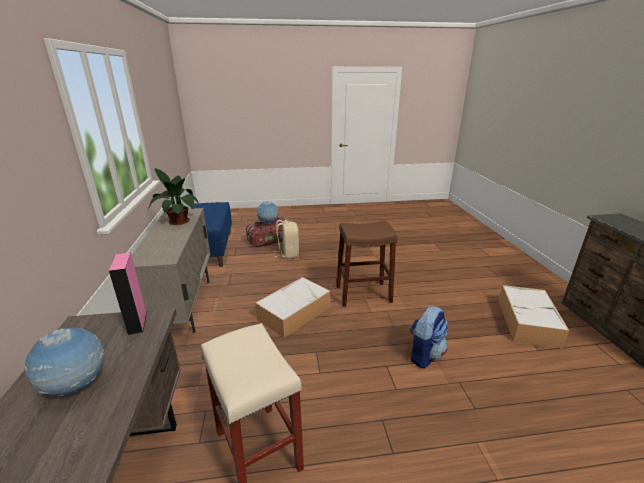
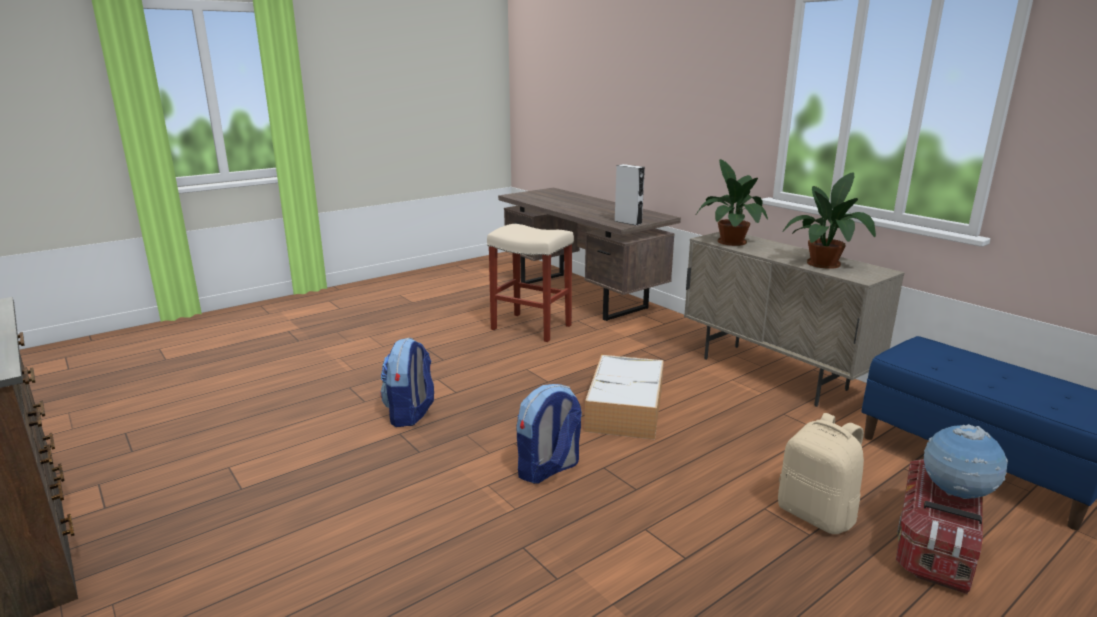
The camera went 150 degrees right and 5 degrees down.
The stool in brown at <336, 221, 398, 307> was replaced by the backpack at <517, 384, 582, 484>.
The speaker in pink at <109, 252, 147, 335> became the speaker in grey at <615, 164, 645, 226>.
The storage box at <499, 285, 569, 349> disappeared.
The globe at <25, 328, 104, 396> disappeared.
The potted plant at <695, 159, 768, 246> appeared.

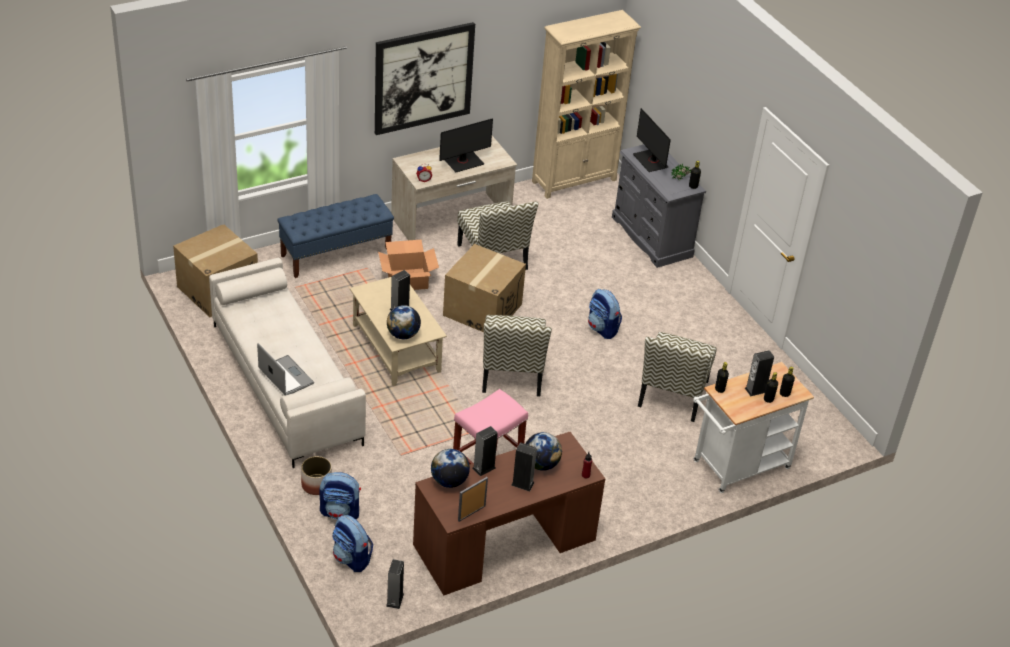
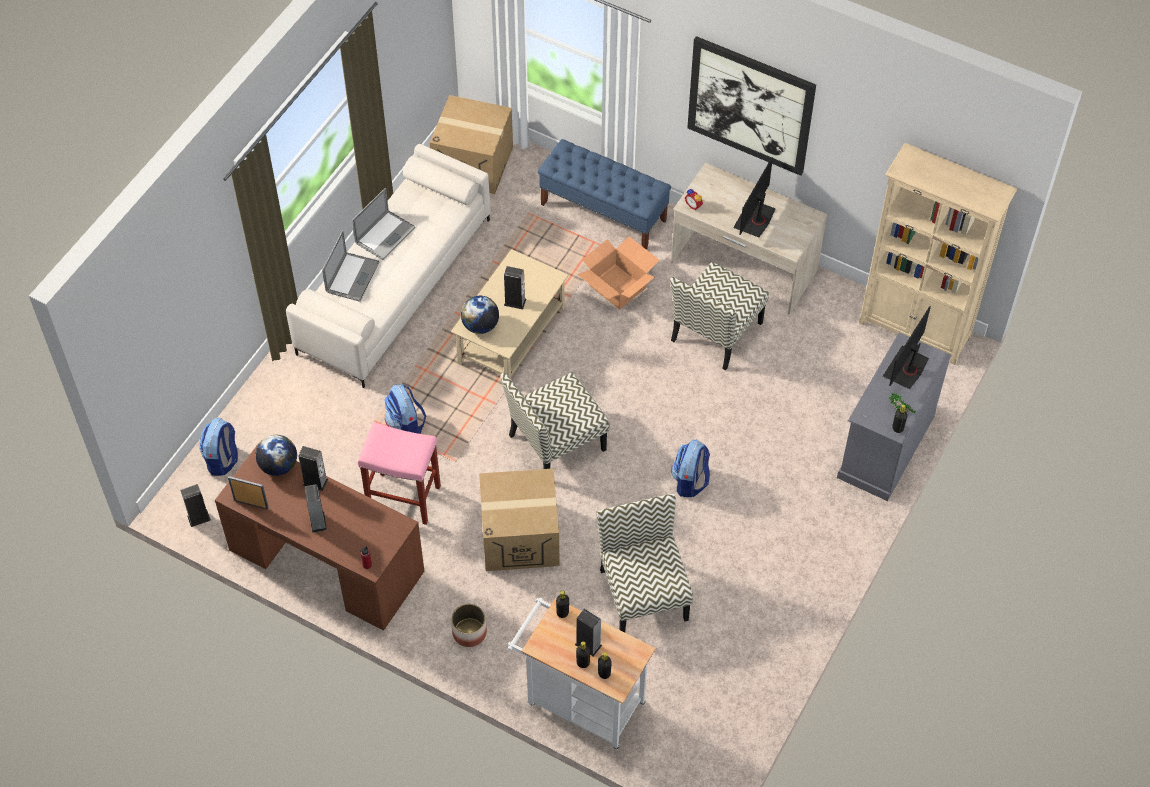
The camera went 60 degrees right and 15 degrees up.
The monitor at <439, 118, 493, 172> turned 90 degrees clockwise.
The cardboard box moved from <443, 244, 526, 332> to <479, 468, 560, 571>.
The chair at <638, 332, 717, 422> turned 90 degrees clockwise.
The globe at <526, 432, 562, 471> disappeared.
The planter moved from <301, 456, 332, 495> to <451, 604, 487, 647>.
The backpack moved from <319, 472, 361, 519> to <384, 384, 426, 434>.
The laptop at <352, 188, 416, 260> appeared.

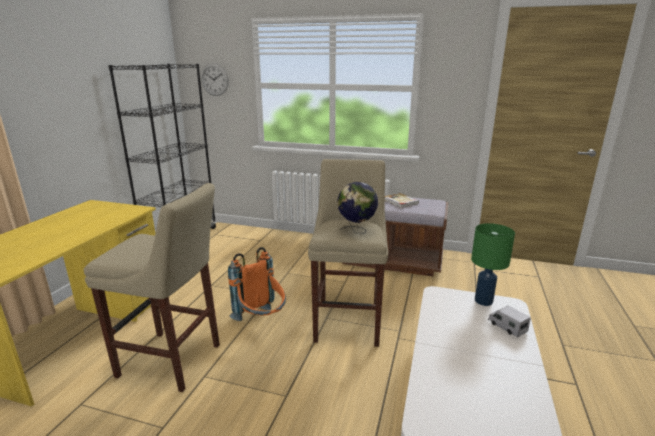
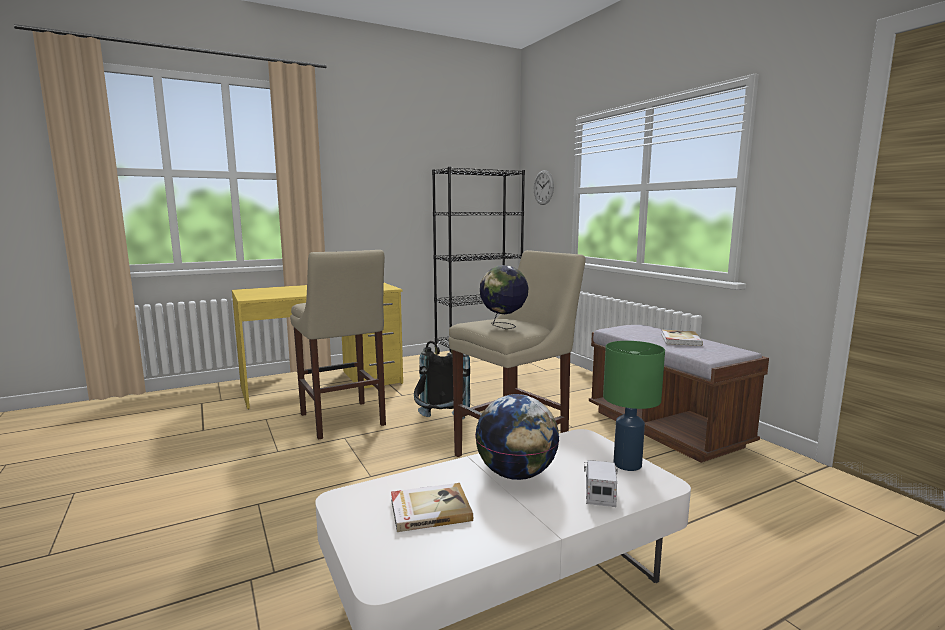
The camera went 45 degrees right and 10 degrees down.
The backpack in orange at <228, 247, 286, 321> became the backpack in black at <414, 341, 470, 419>.
The globe at <475, 394, 559, 480> appeared.
The book at <391, 483, 473, 532> appeared.

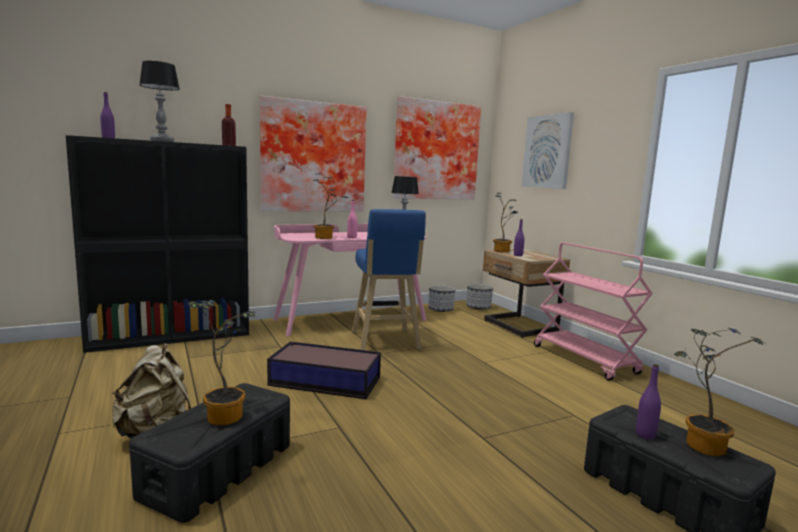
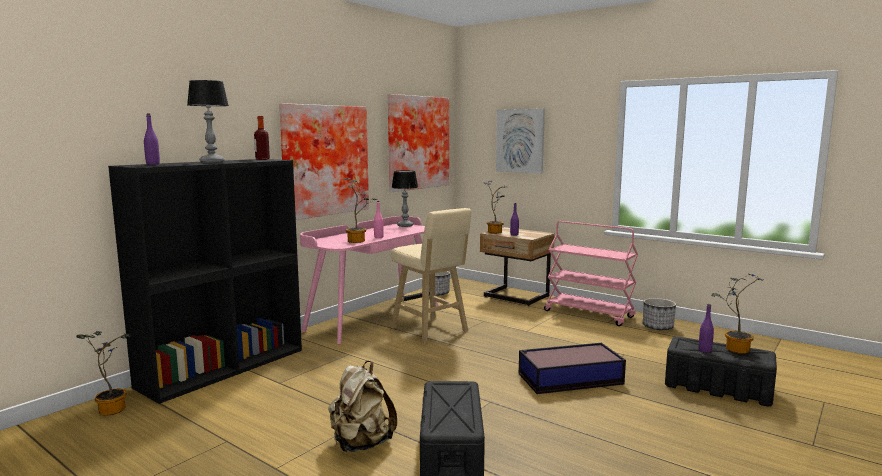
The camera went 25 degrees left and 0 degrees up.
The stool in blue at <352, 209, 426, 350> became the stool in beige at <391, 208, 471, 343>.
The planter moved from <466, 284, 493, 310> to <643, 298, 676, 330>.
The potted plant moved from <188, 299, 256, 426> to <76, 331, 130, 415>.
The storage box moved from <267, 341, 381, 399> to <519, 343, 626, 394>.

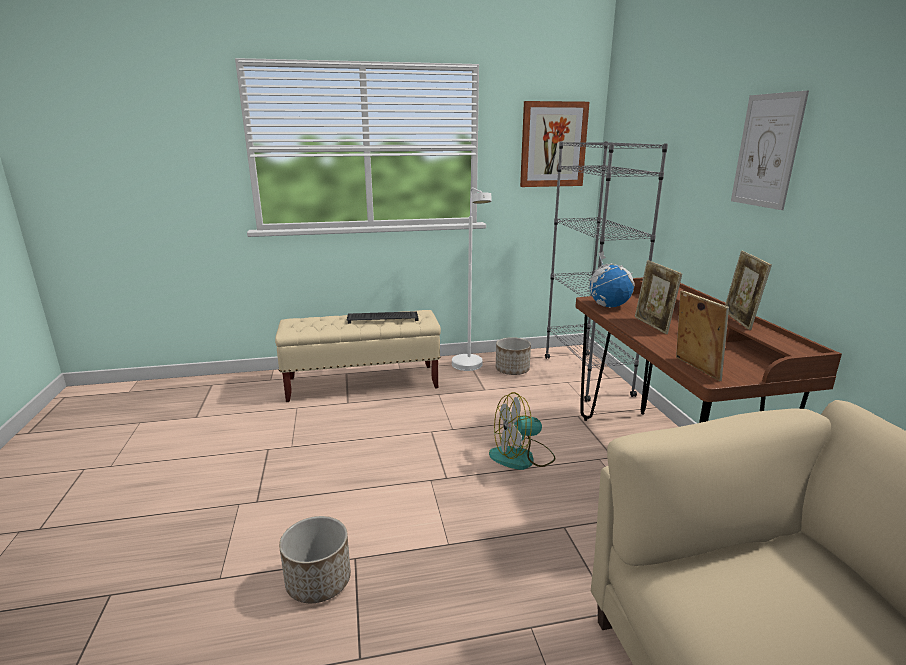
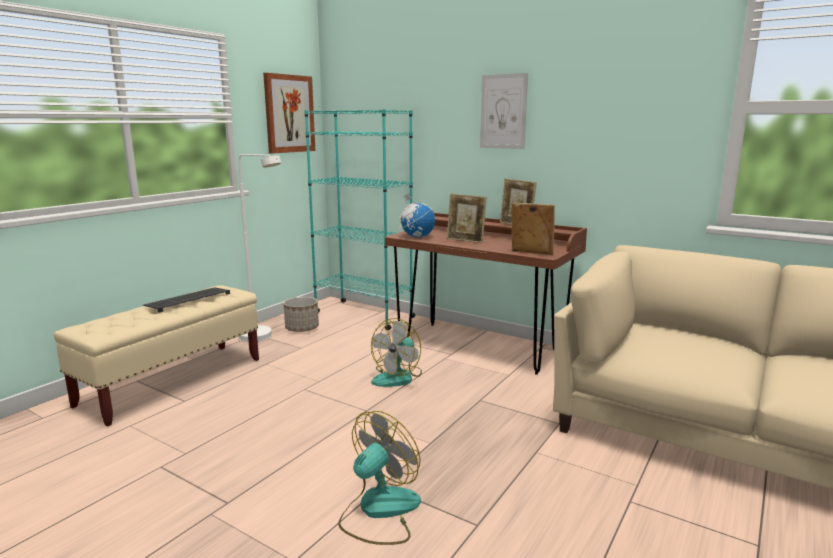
The camera went 45 degrees left and 5 degrees down.
The bookcase in grey at <545, 141, 668, 402> became the bookcase in turquoise at <304, 109, 415, 330>.
The planter at <279, 516, 351, 603> was replaced by the fan at <338, 411, 421, 545>.

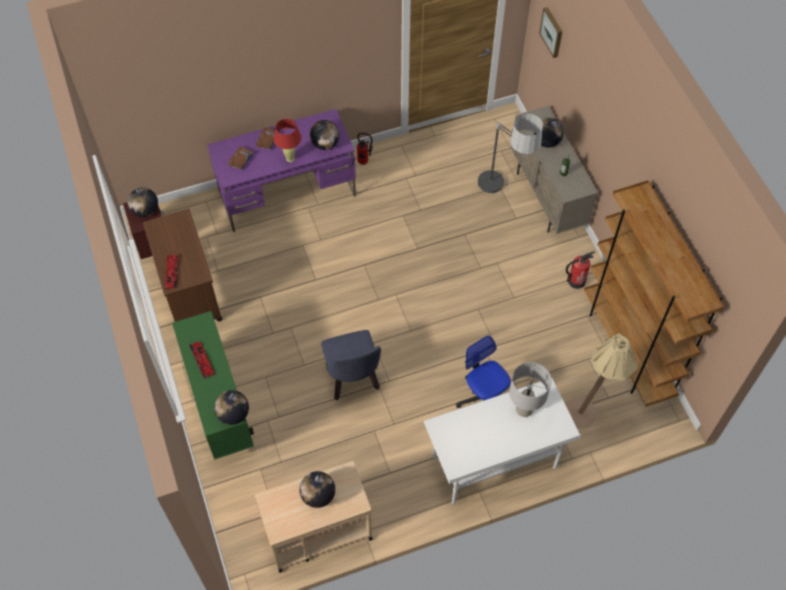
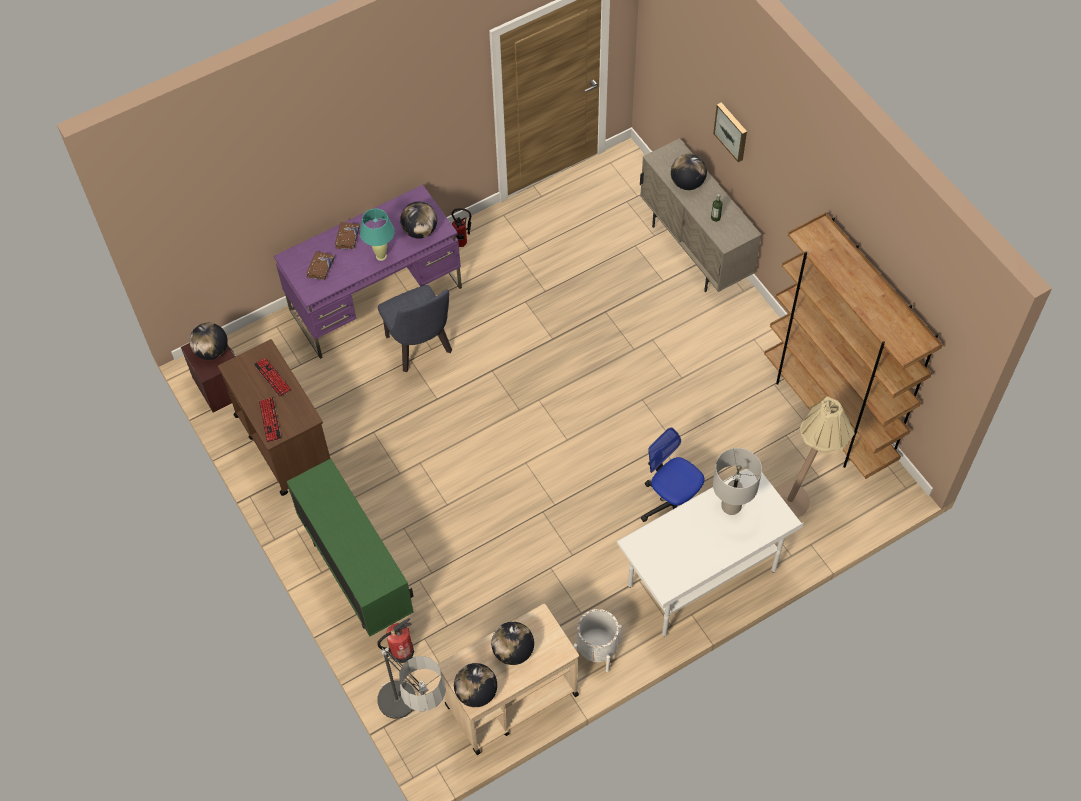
The camera went 10 degrees left and 0 degrees up.
The picture moved from <539, 7, 562, 58> to <713, 102, 747, 162>.
The floor lamp moved from <478, 113, 543, 194> to <377, 647, 446, 719>.
The table lamp in red at <273, 119, 302, 162> became the table lamp in turquoise at <360, 209, 395, 261>.
The fire extinguisher moved from <566, 251, 595, 289> to <377, 618, 414, 663>.
The chair in blue moved from <321, 330, 381, 400> to <378, 285, 452, 372>.
The keyboard moved from <189, 341, 215, 379> to <254, 358, 292, 397>.
The globe moved from <214, 390, 249, 425> to <454, 663, 497, 707>.
The planter in white at <574, 609, 622, 672> appeared.

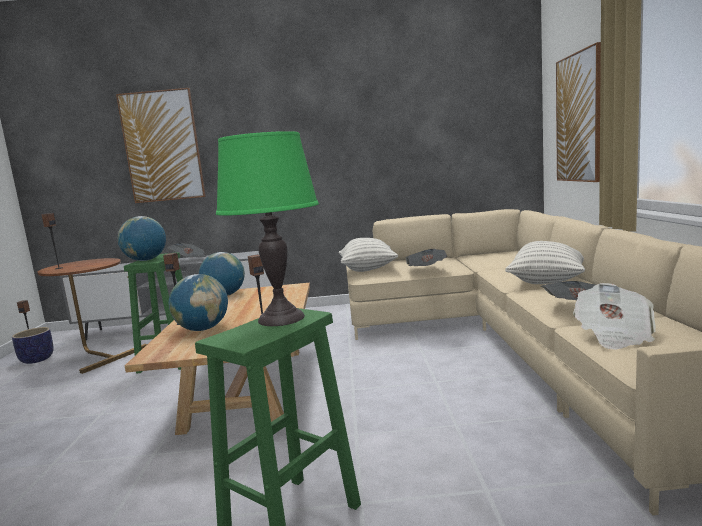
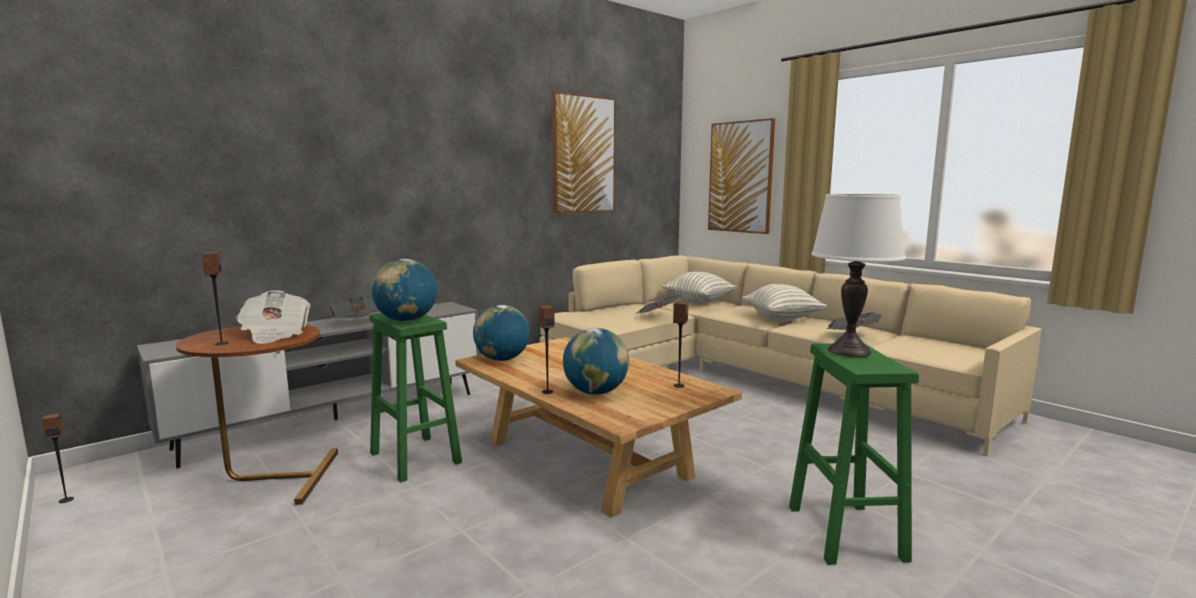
The camera went 40 degrees left and 0 degrees up.
The picture moved from <116, 88, 206, 203> to <552, 91, 615, 214>.
The table lamp in green at <216, 131, 319, 326> became the table lamp in white at <811, 194, 906, 357>.
The pillow moved from <339, 238, 398, 272> to <662, 272, 738, 304>.
The newspaper moved from <573, 283, 656, 349> to <236, 290, 311, 344>.
The planter at <12, 327, 54, 364> disappeared.

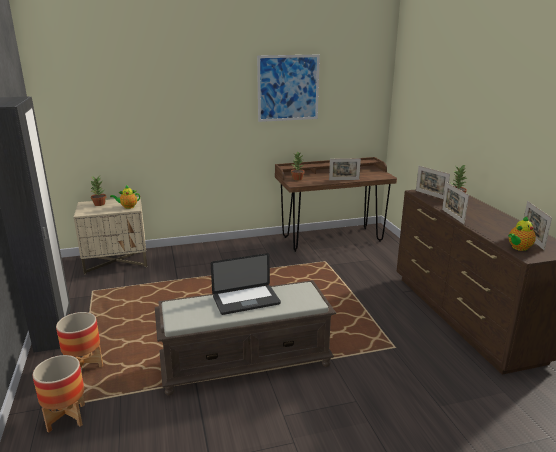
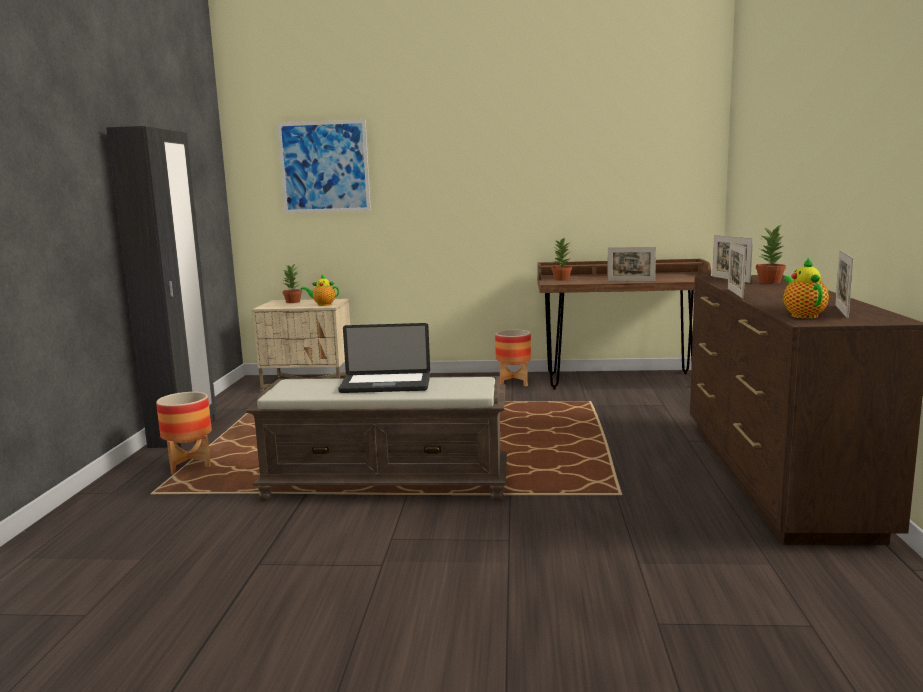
The camera went 20 degrees right and 10 degrees down.
The picture moved from <257, 55, 320, 122> to <277, 119, 371, 213>.
The teapot at <508, 216, 536, 251> turned 105 degrees clockwise.
The planter moved from <33, 355, 85, 433> to <495, 329, 531, 386>.

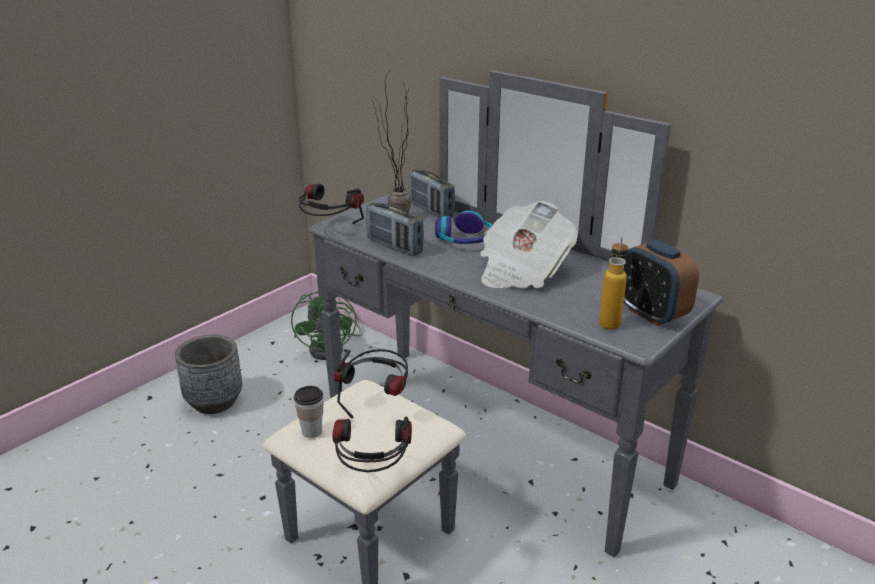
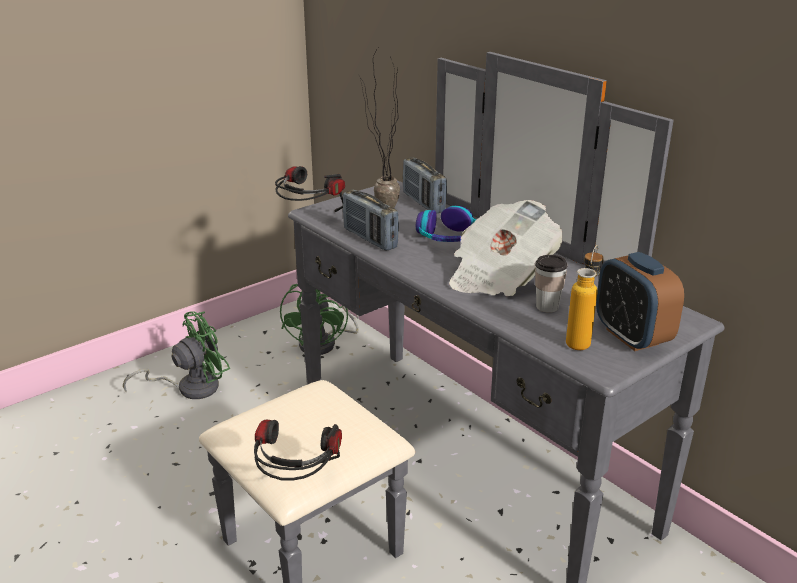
The camera went 10 degrees right and 0 degrees up.
The planter in grey at <175, 335, 242, 414> was replaced by the fan in green at <123, 311, 230, 399>.
The headphones at <334, 349, 408, 418> disappeared.
The cup moved from <294, 386, 323, 438> to <535, 255, 568, 313>.

